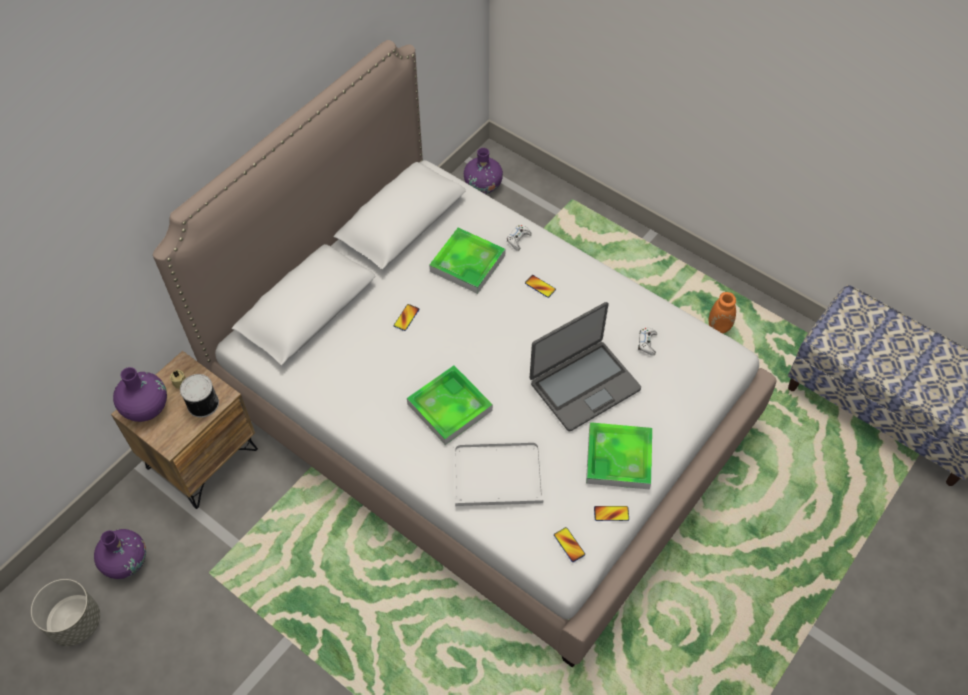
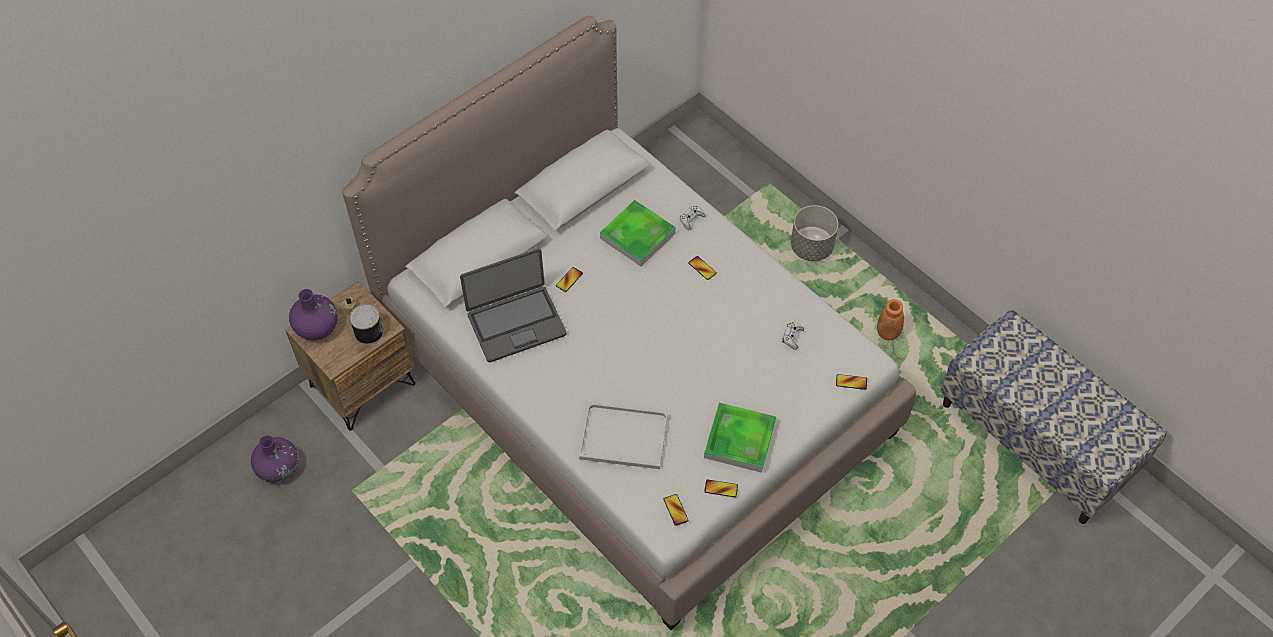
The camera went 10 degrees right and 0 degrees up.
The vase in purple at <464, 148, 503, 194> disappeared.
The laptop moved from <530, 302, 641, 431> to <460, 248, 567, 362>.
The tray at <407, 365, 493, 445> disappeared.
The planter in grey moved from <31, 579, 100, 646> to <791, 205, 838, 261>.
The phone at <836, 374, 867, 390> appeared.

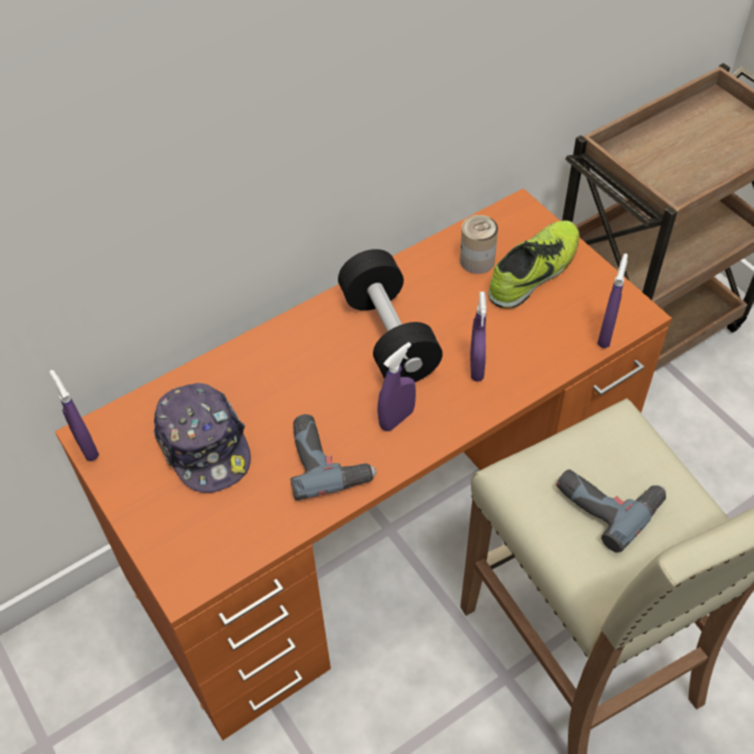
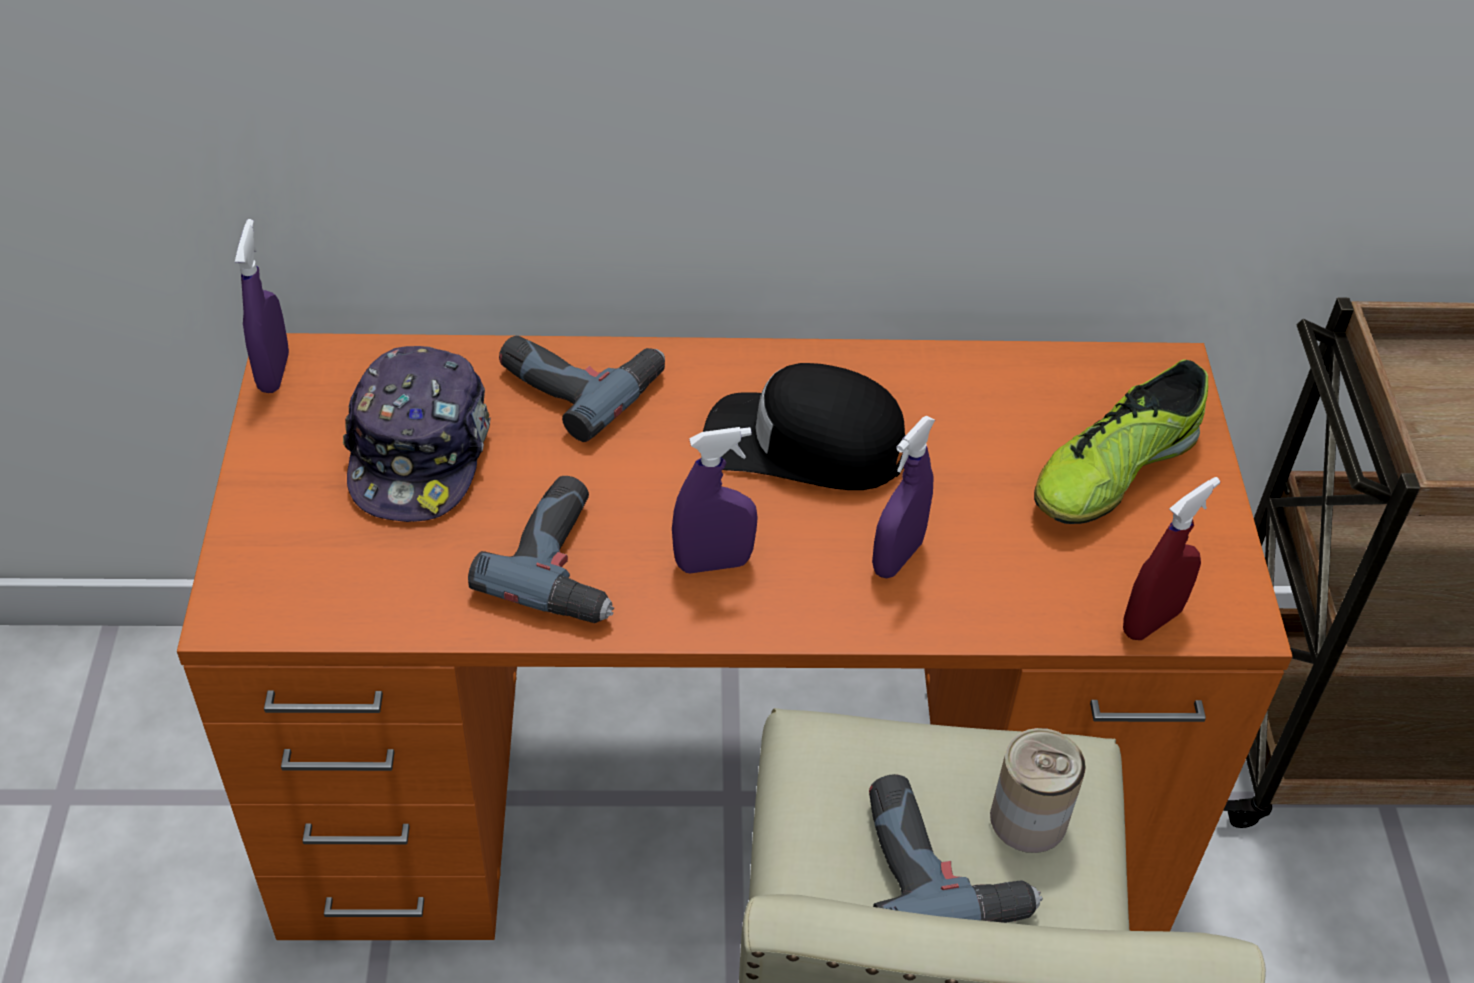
The camera went 30 degrees right and 5 degrees down.
The can moved from <460, 215, 498, 274> to <990, 728, 1086, 853>.
The shoe at <488, 220, 580, 309> turned 150 degrees clockwise.
The dumbbell in black at <338, 249, 443, 382> was replaced by the cap in black at <703, 363, 905, 490>.
The spray bottle in purple at <597, 253, 628, 348> became the spray bottle in red at <1123, 477, 1220, 640>.
The power drill at <499, 336, 665, 442> appeared.

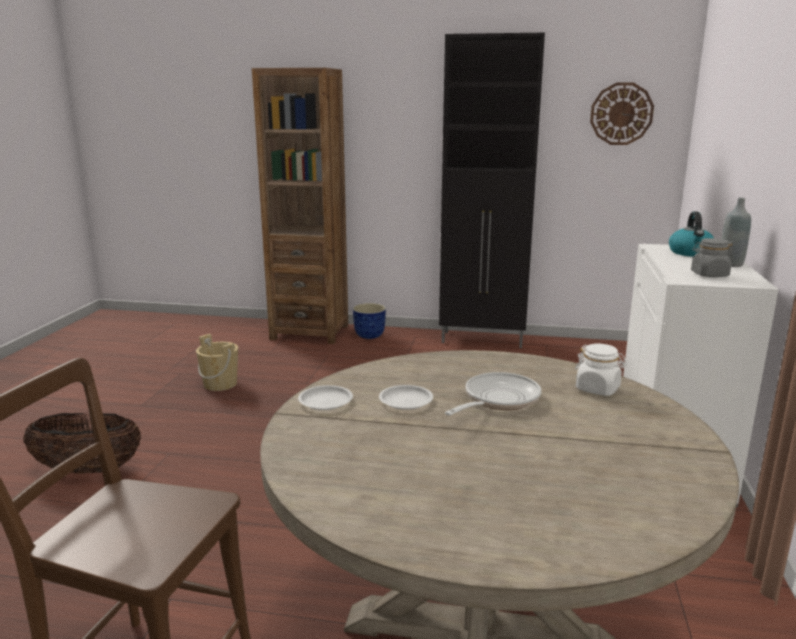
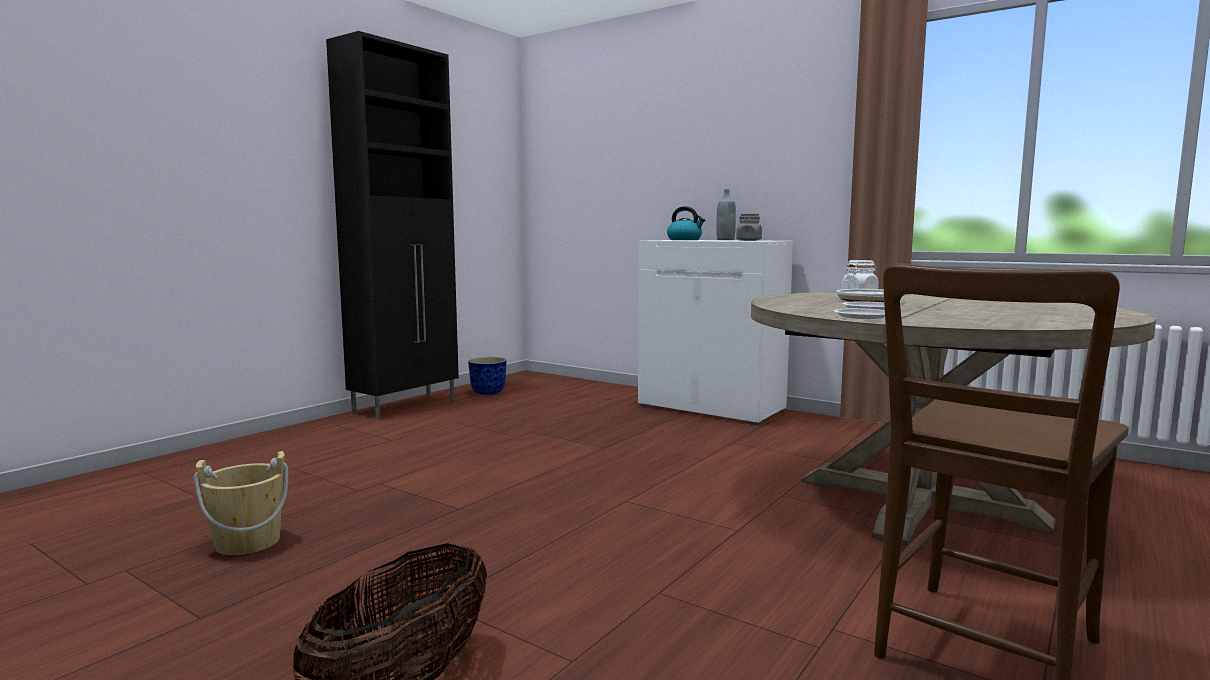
The camera went 65 degrees left and 10 degrees down.
The bookcase in brown at <252, 68, 348, 344> disappeared.
The wall clock at <590, 83, 654, 145> disappeared.
The planter moved from <353, 303, 386, 339> to <468, 357, 507, 395>.

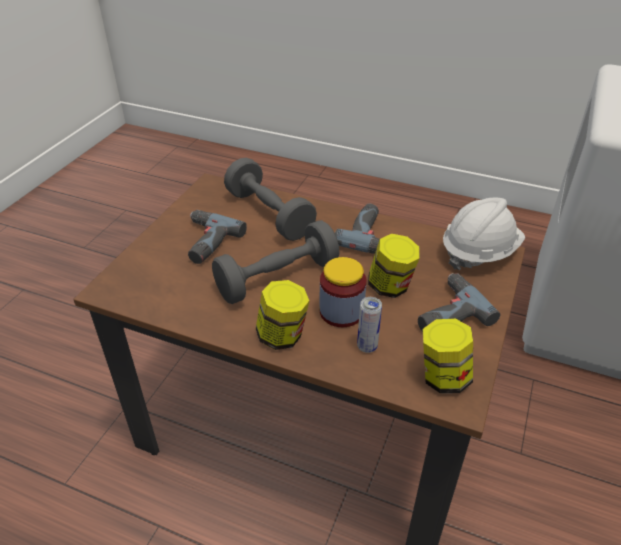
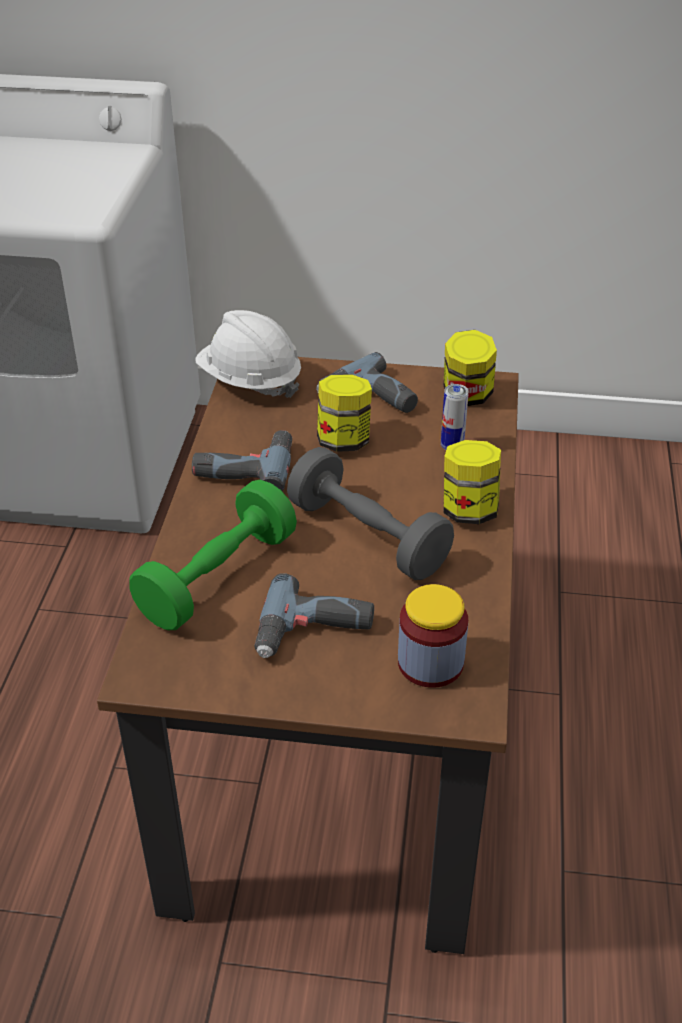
The camera went 105 degrees left and 0 degrees up.
The dumbbell in grey at <224, 158, 317, 241> became the dumbbell in green at <129, 480, 297, 630>.
The jar moved from <319, 257, 366, 327> to <398, 584, 468, 688>.

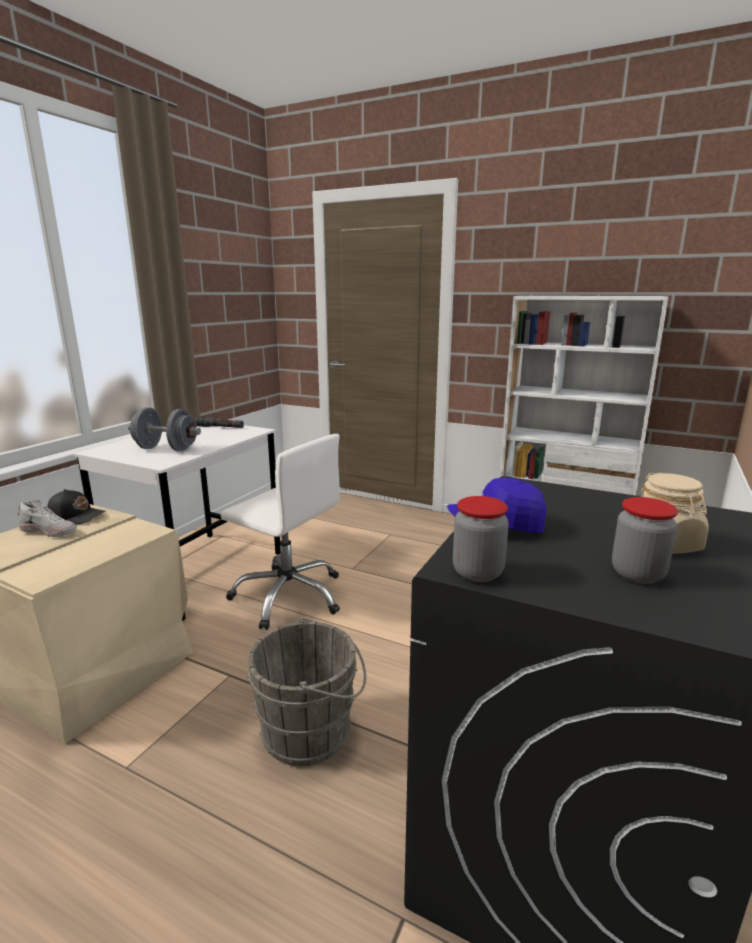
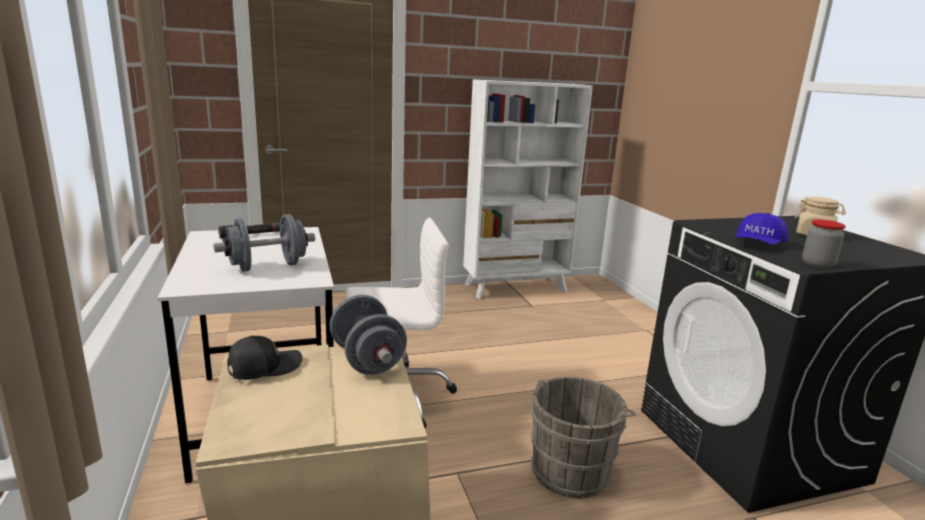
The camera went 45 degrees left and 0 degrees up.
The jar at <612, 497, 678, 584> disappeared.
The shoe in white at <18, 500, 77, 537> disappeared.
The dumbbell in grey at <330, 295, 407, 375> appeared.

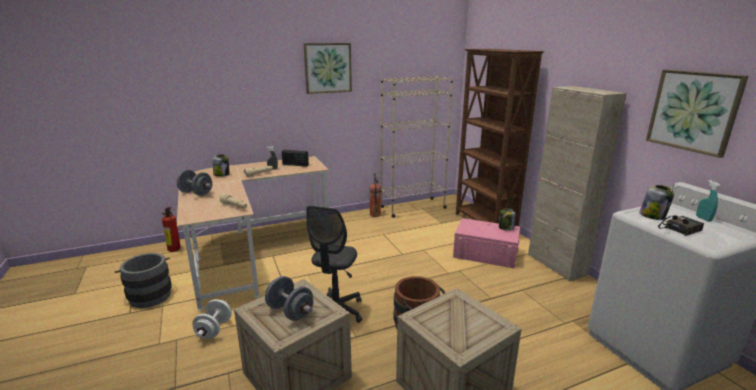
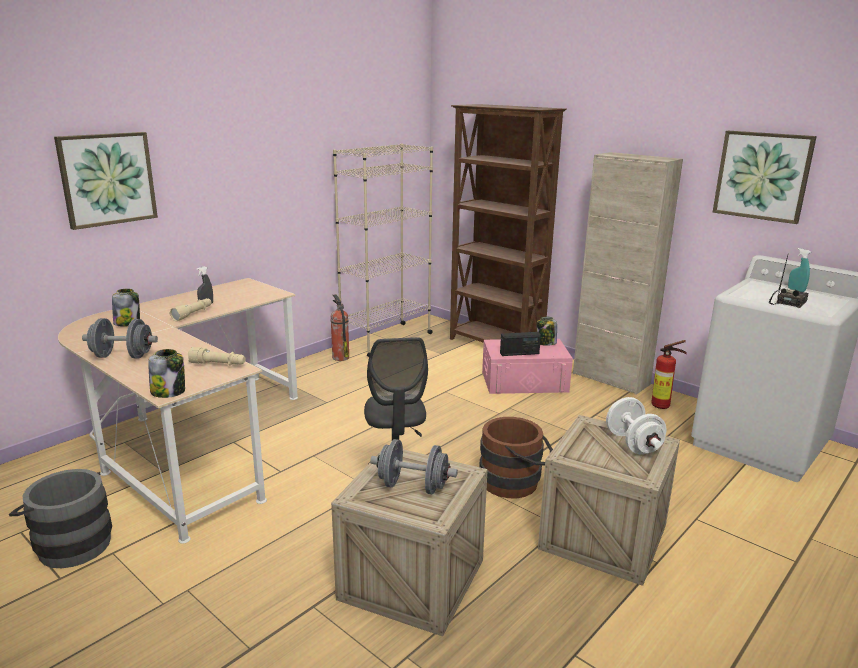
The camera went 25 degrees left and 0 degrees up.
The picture moved from <304, 43, 352, 94> to <54, 132, 158, 230>.
The radio moved from <281, 150, 309, 167> to <500, 332, 541, 356>.
The jar moved from <639, 185, 674, 220> to <148, 349, 185, 398>.
The fire extinguisher moved from <162, 207, 181, 252> to <651, 340, 687, 409>.
The dumbbell in white moved from <192, 299, 232, 339> to <606, 397, 667, 455>.

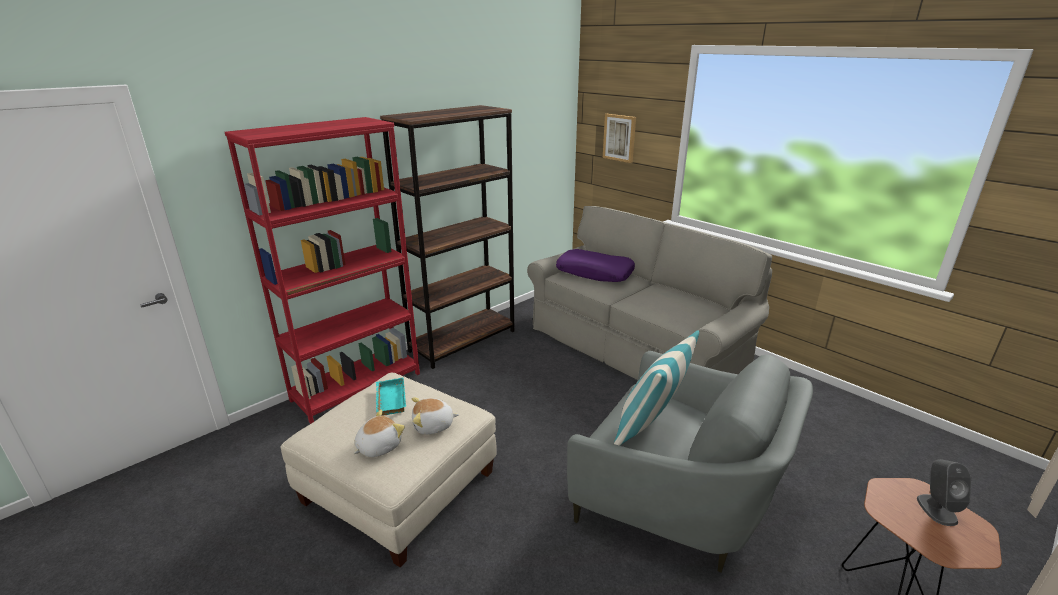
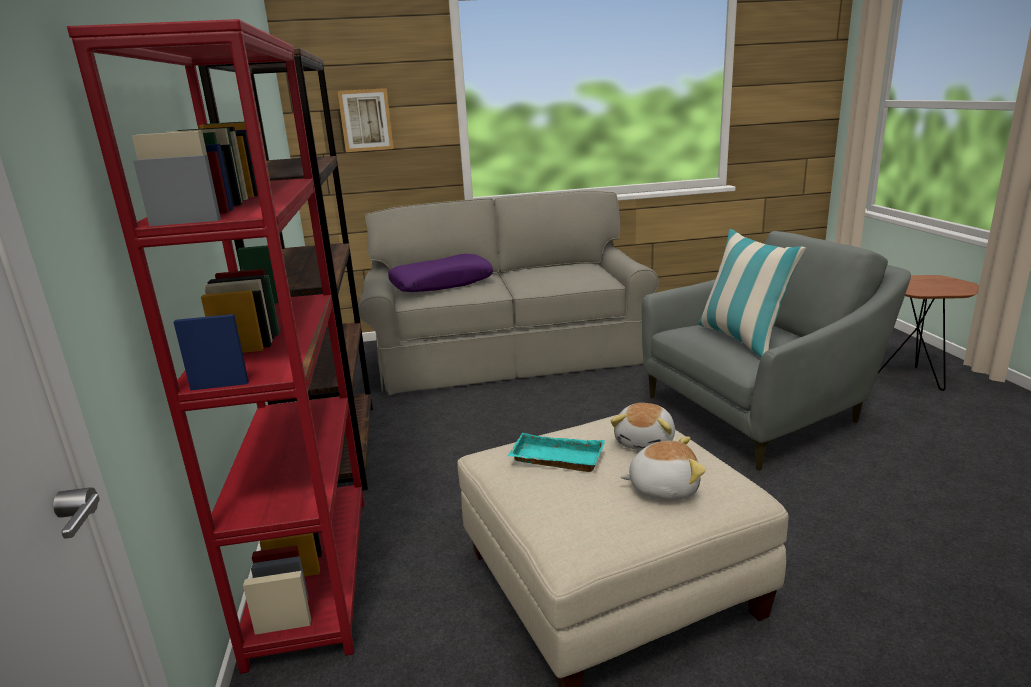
The camera went 55 degrees left and 5 degrees down.
The plush toy at <353, 410, 405, 457> turned 105 degrees clockwise.
The speaker in grey at <917, 459, 971, 526> disappeared.

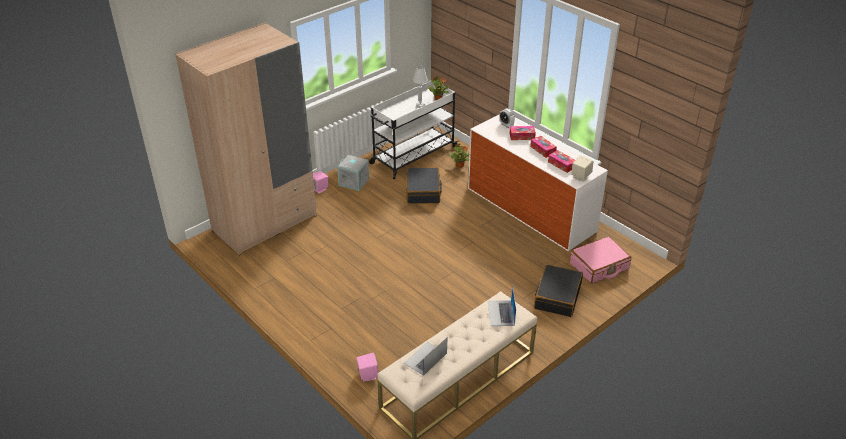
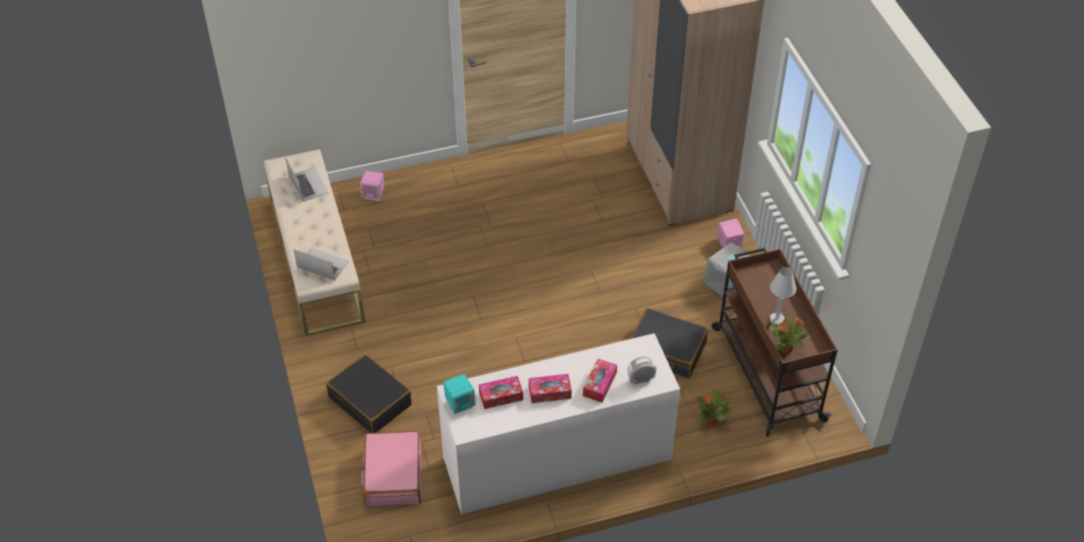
The camera went 115 degrees right and 10 degrees up.
The cart in white at <369, 81, 459, 179> became the cart in brown at <712, 248, 838, 437>.
The speaker in beige at <572, 155, 593, 182> became the speaker in turquoise at <443, 374, 476, 414>.

